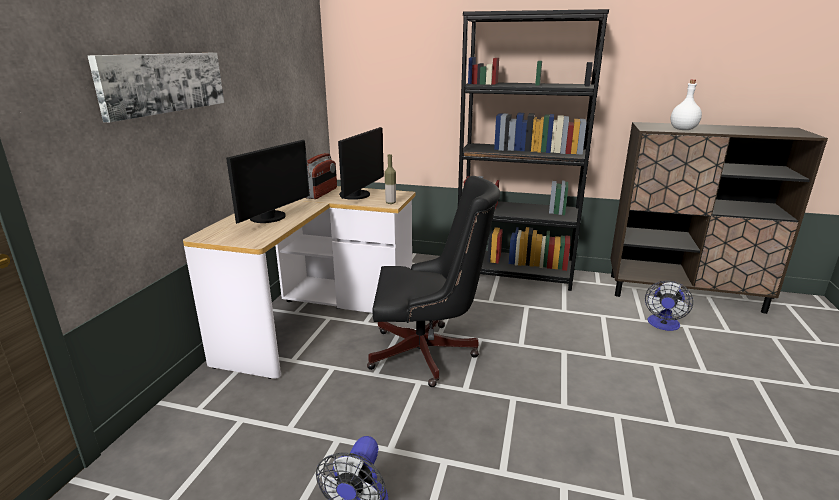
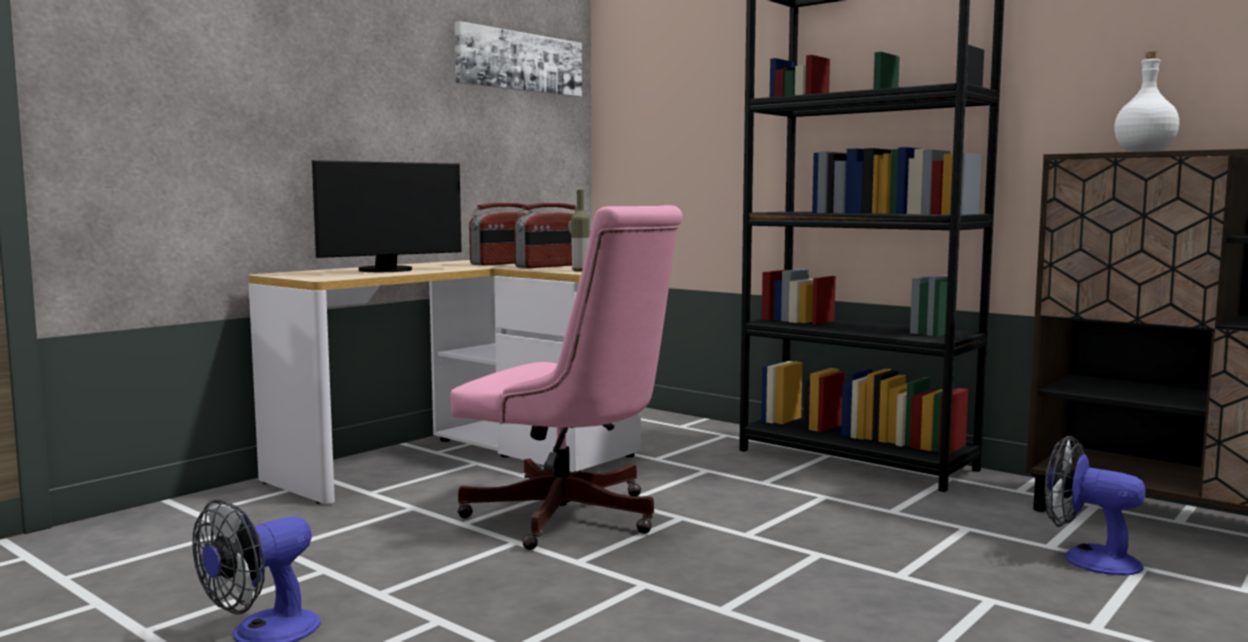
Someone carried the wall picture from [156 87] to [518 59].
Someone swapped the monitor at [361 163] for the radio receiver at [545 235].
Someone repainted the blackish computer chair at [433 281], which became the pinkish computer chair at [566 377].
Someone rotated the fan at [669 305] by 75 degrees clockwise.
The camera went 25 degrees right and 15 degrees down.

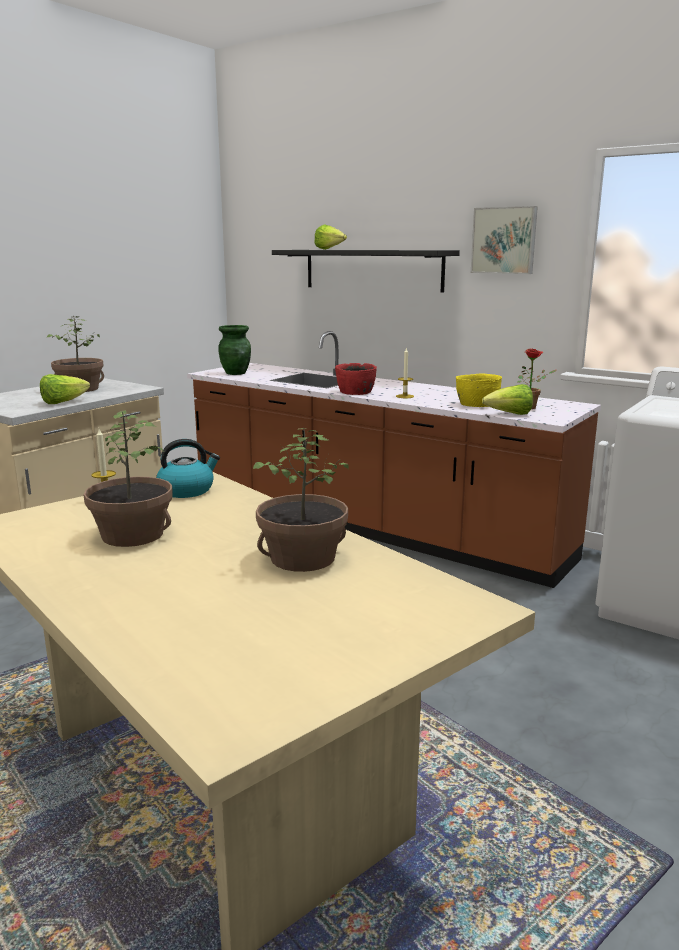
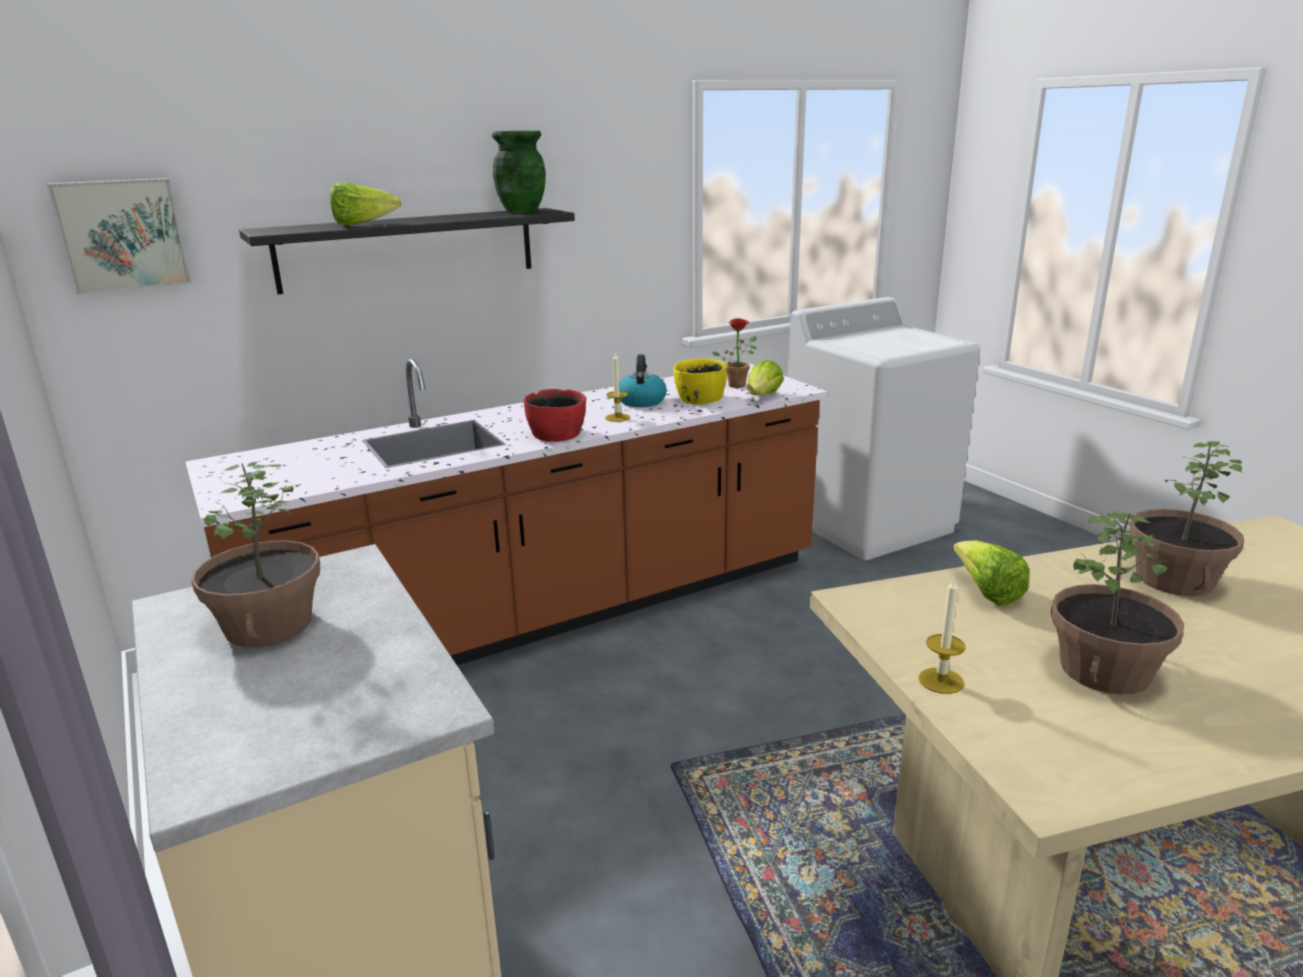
Someone carried the lettuce from [65 389] to [991 573].
Someone carried the water kettle from [188 468] to [643 380].
Someone carried the greenish flower vase from [234 350] to [519 171].
Someone carried the wall picture from [504 240] to [119 236].
The camera went 65 degrees left and 5 degrees up.

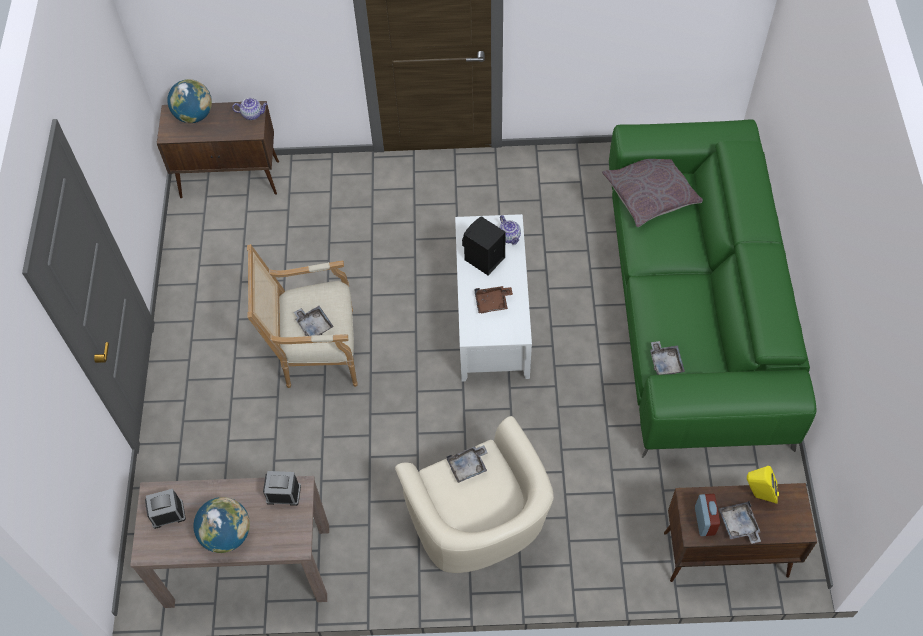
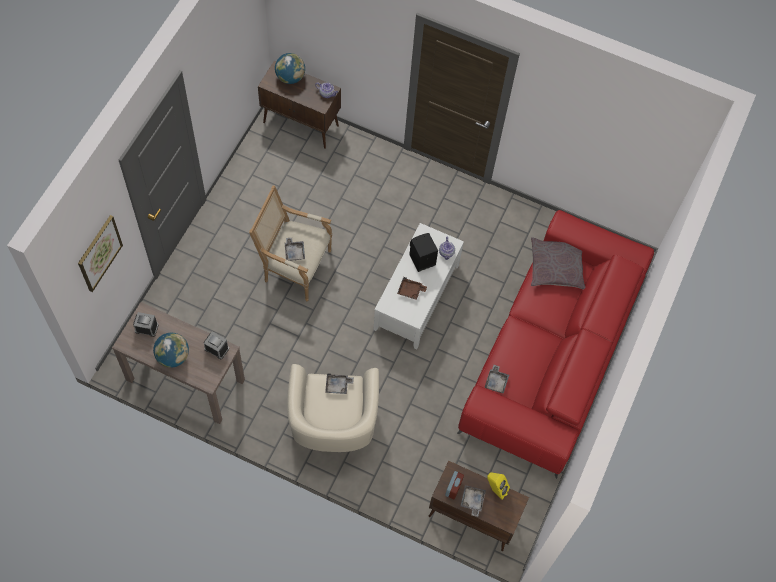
Someone repainted the greenish couch at [713 288], which became the red couch at [555 344].
Someone put up the wall picture at [100 253].
The camera went 20 degrees right and 5 degrees up.

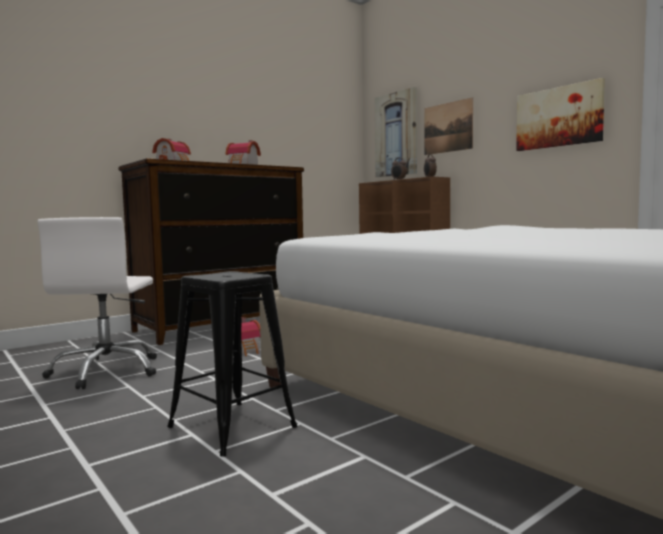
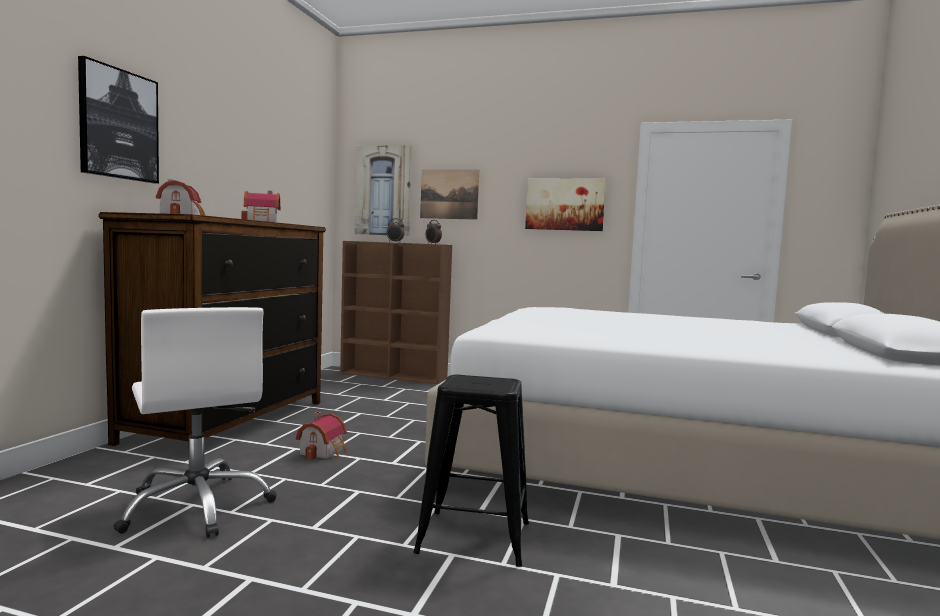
Someone put up the wall picture at [118 119].
The camera went 35 degrees left and 0 degrees up.

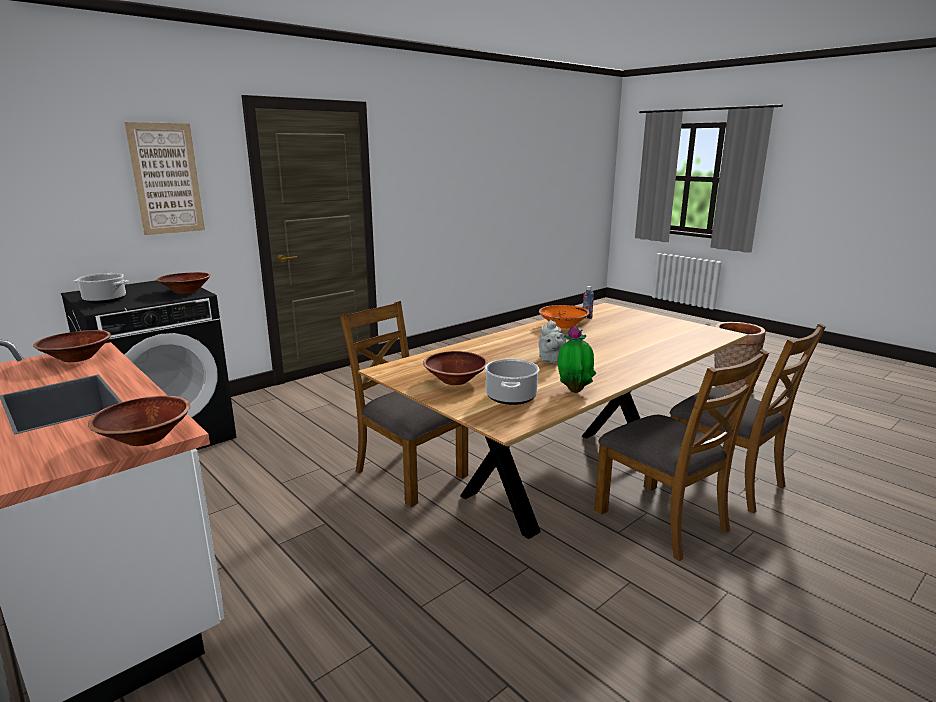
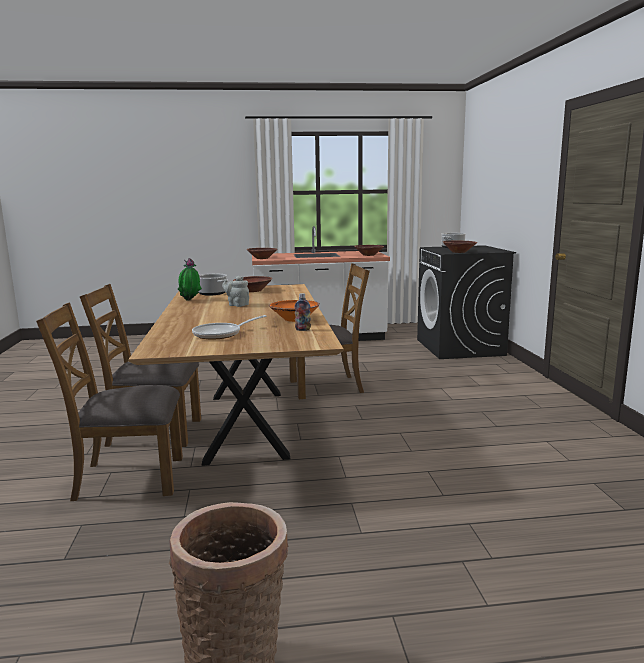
Someone took away the wall picture at [164 178].
Someone put down the skillet at [229 327].
The camera went 125 degrees right and 5 degrees down.

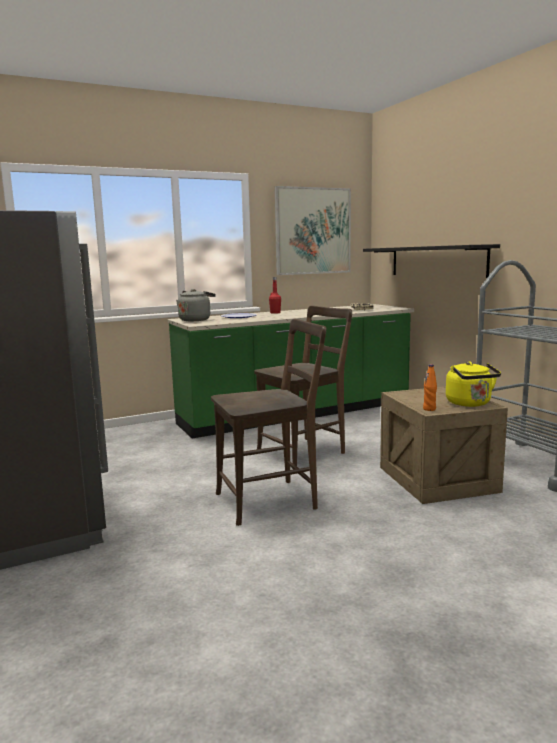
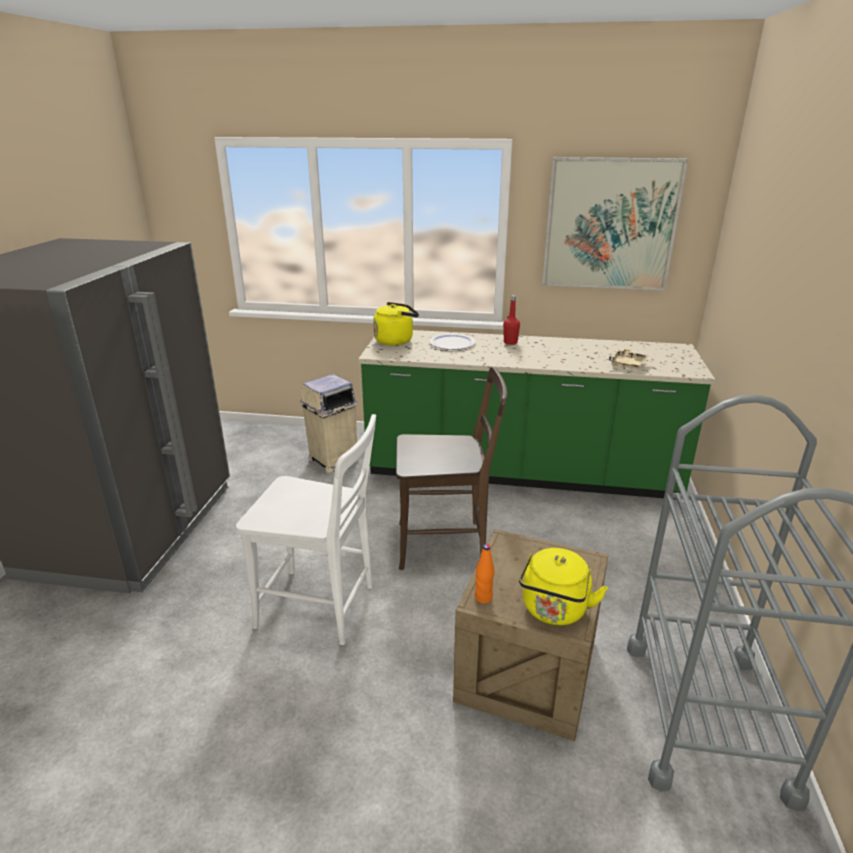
Someone repainted the grey water kettle at [196 305], which became the yellow water kettle at [396 323].
Someone repainted the brown plain chair at [268 422], which became the whitish plain chair at [306 529].
Someone took away the blackish bracket shelf at [431 261].
Someone put down the beige rubbish bin at [329 423].
The camera went 35 degrees right and 15 degrees up.

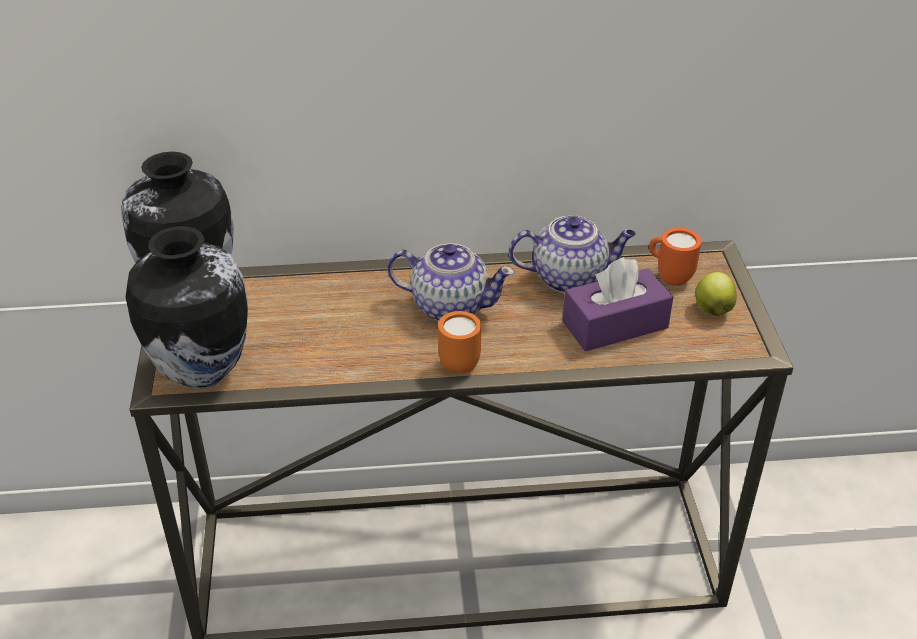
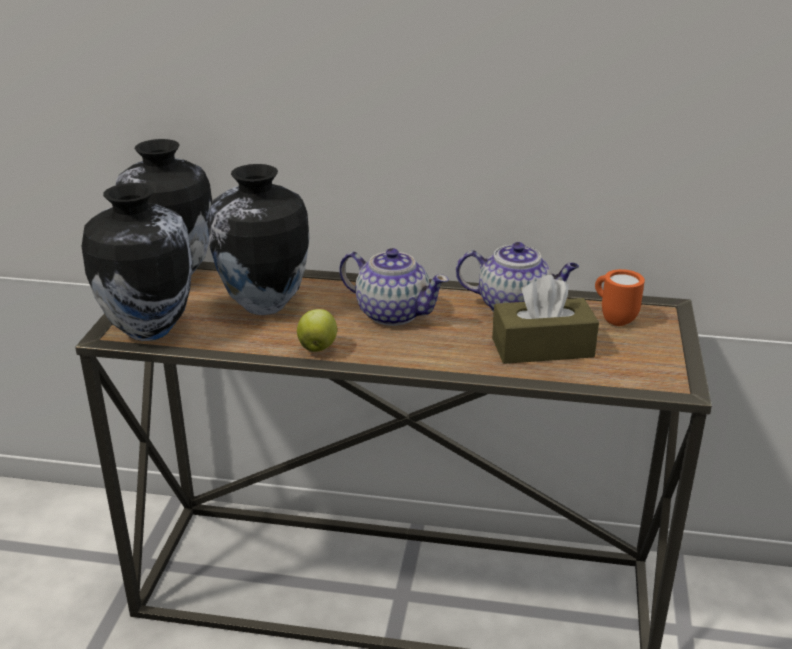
Someone took away the orangey coffee mug at [459 342].
Someone repainted the purple box of tissues at [617 304], which became the brown box of tissues at [545 319].
Someone carried the whole apple from [716 294] to [317 330].
Someone put down the flower vase at [258 239].
The camera went 15 degrees right and 10 degrees down.

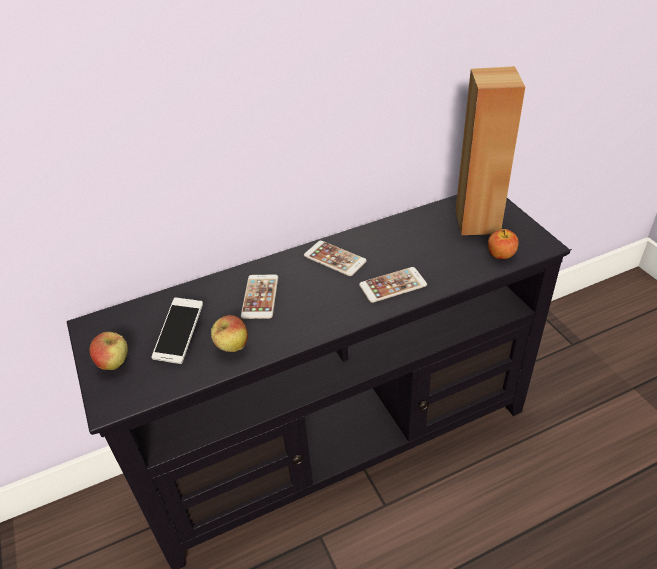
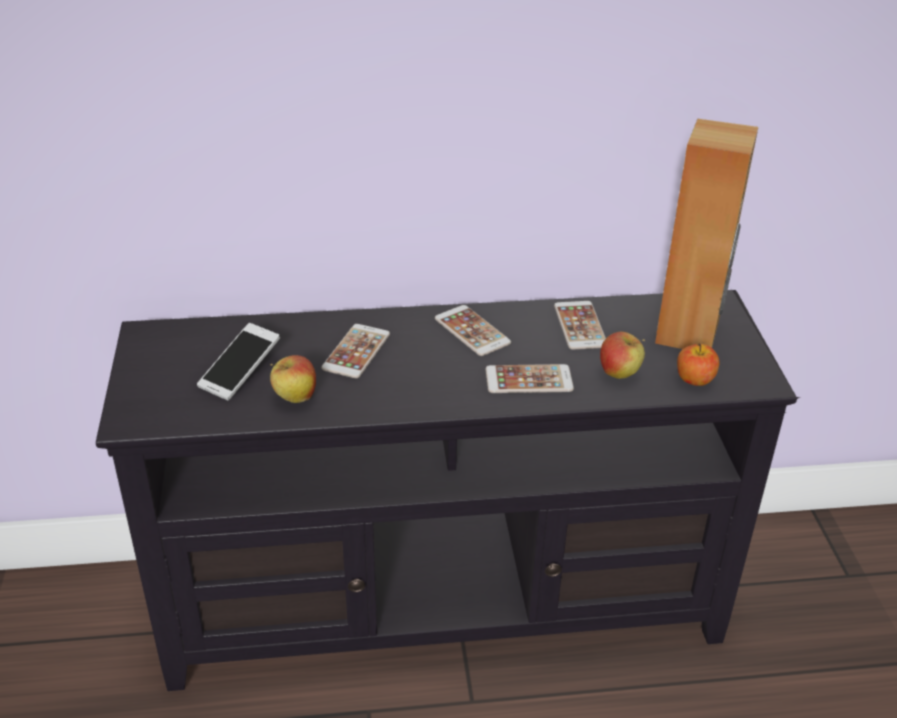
Someone carried the whole apple from [109 351] to [622 355].
Someone put down the handset at [580 325].
The camera went 15 degrees right and 5 degrees down.

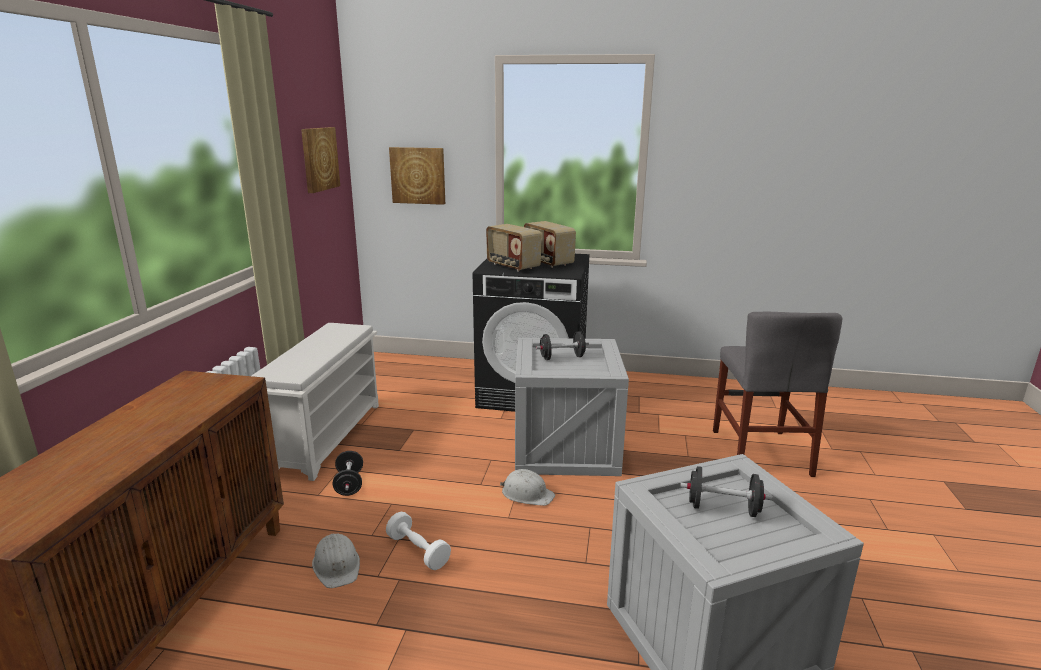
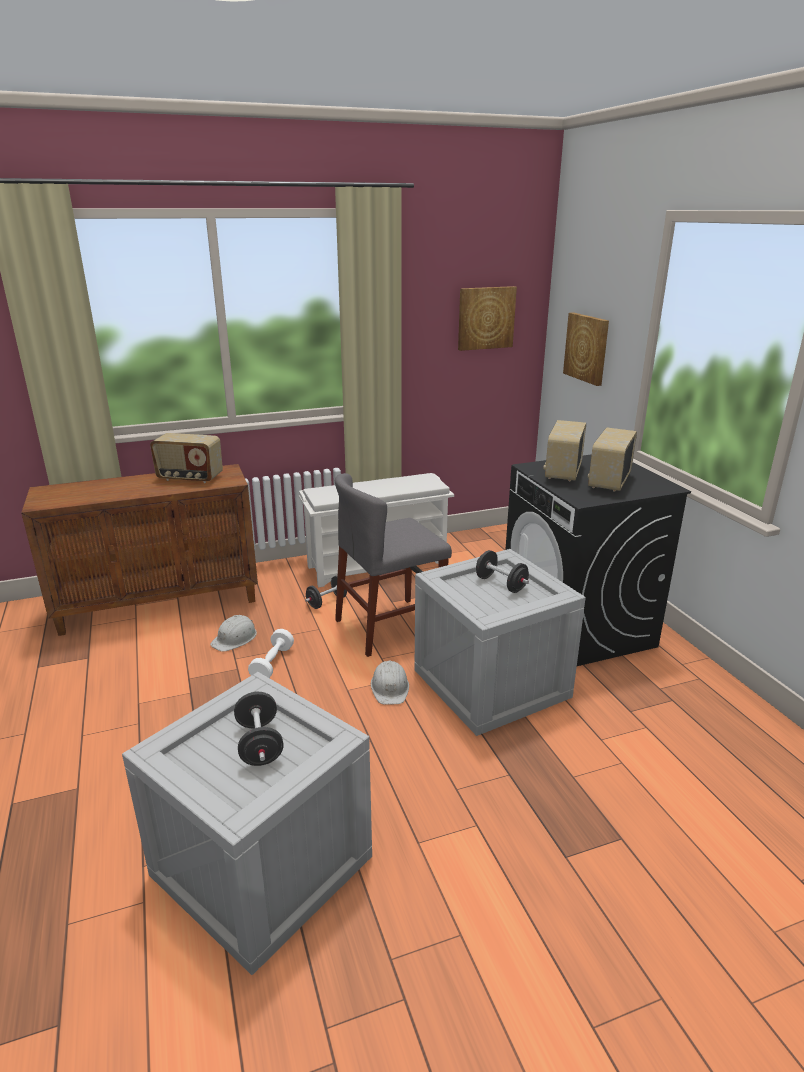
Someone carried the grey plain chair from [777 394] to [393 565].
Someone put down the radio receiver at [186 458].
The camera went 60 degrees right and 5 degrees up.

